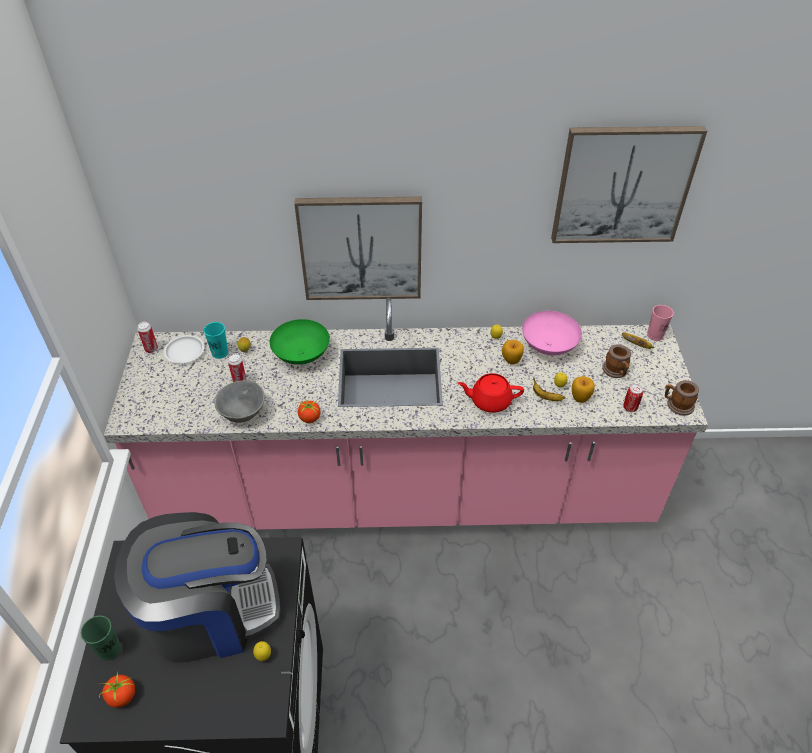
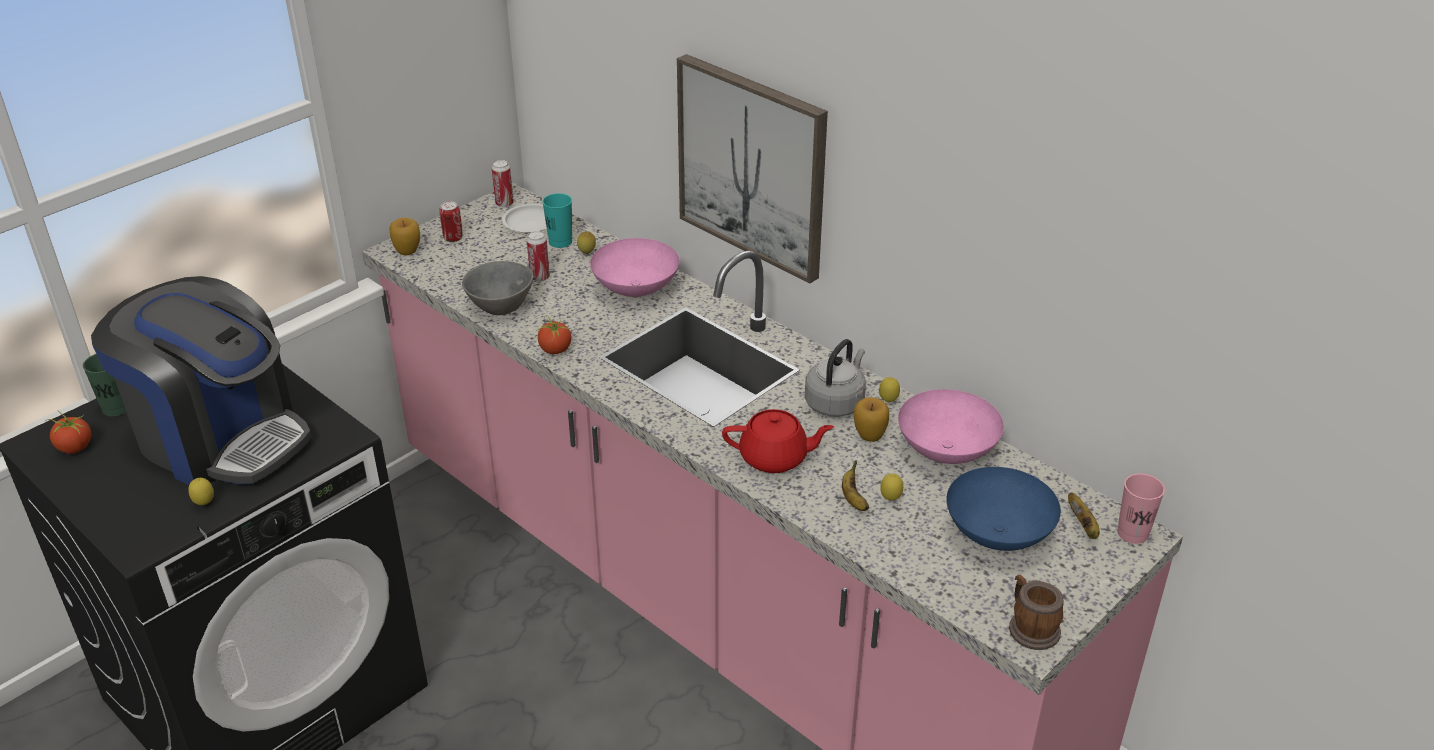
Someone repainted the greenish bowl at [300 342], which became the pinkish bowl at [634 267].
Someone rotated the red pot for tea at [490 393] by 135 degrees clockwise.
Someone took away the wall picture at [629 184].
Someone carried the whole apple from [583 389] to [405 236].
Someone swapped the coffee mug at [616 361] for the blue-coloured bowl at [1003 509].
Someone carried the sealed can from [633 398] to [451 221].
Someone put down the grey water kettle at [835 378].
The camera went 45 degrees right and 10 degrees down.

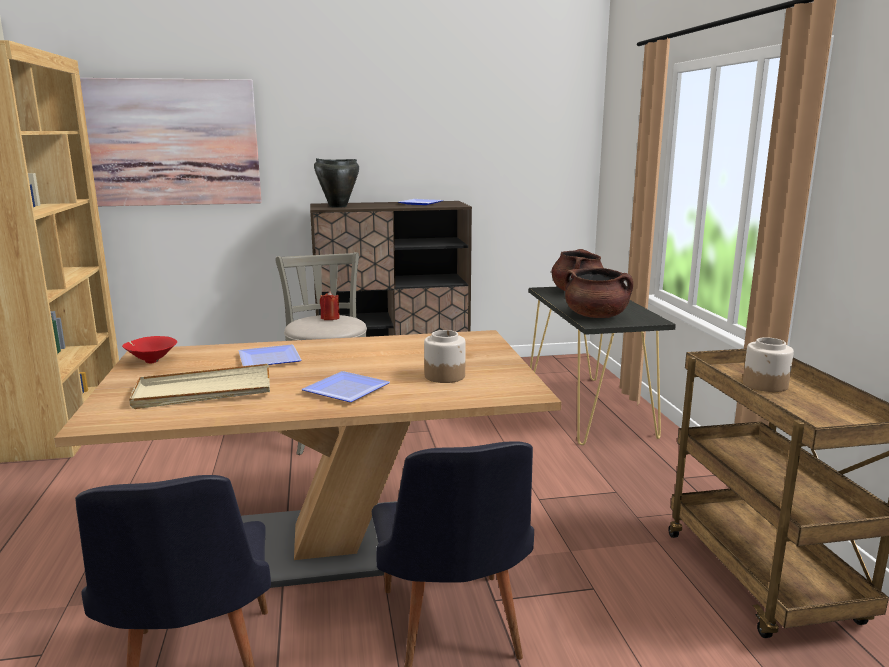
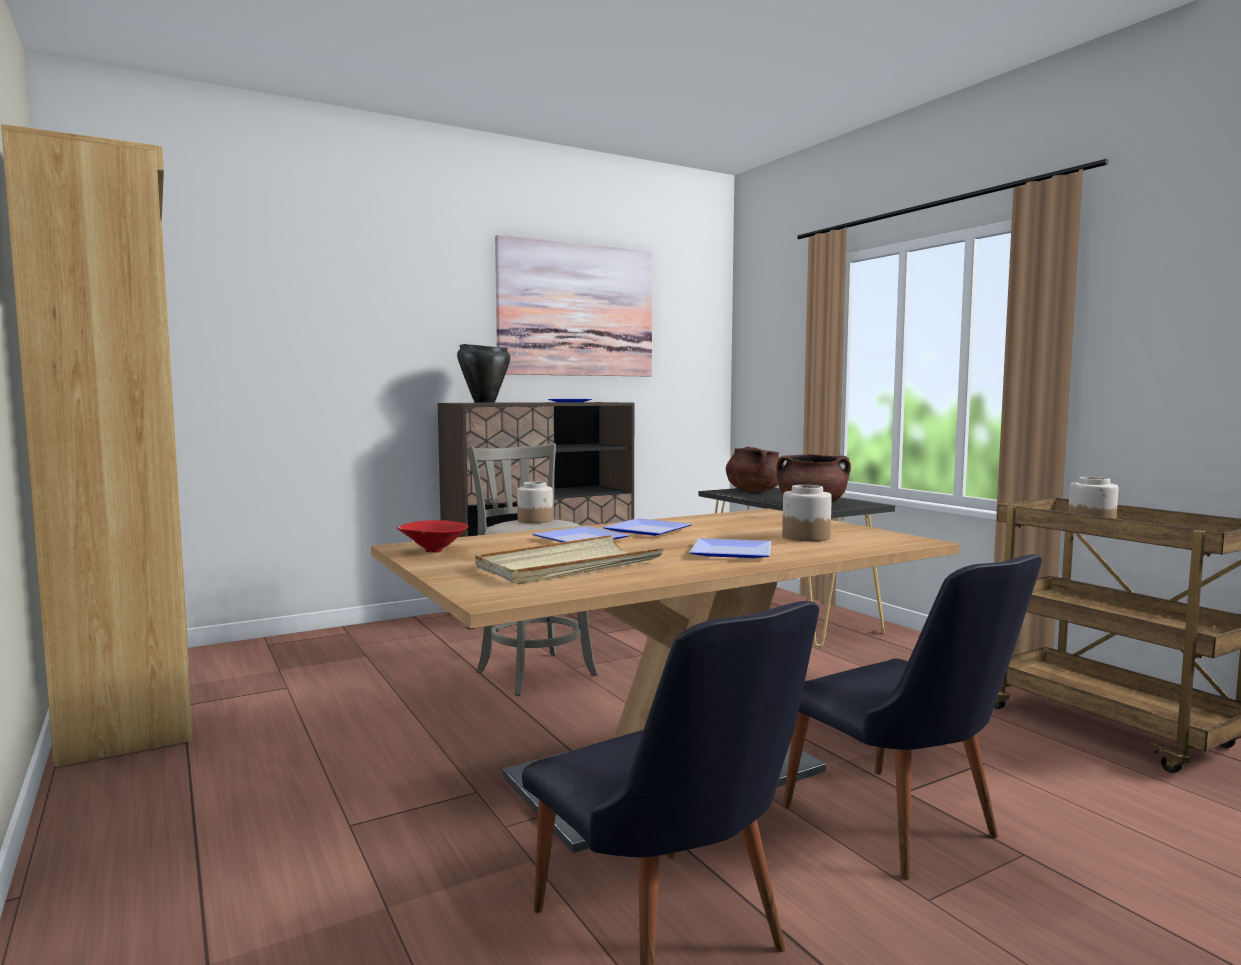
Someone carried the wall picture from [171 142] to [573 305].
Someone swapped the red wax candle at [330 305] for the preserve jar at [535 502].
Someone put down the dinner plate at [647 527].
The camera went 20 degrees left and 10 degrees down.

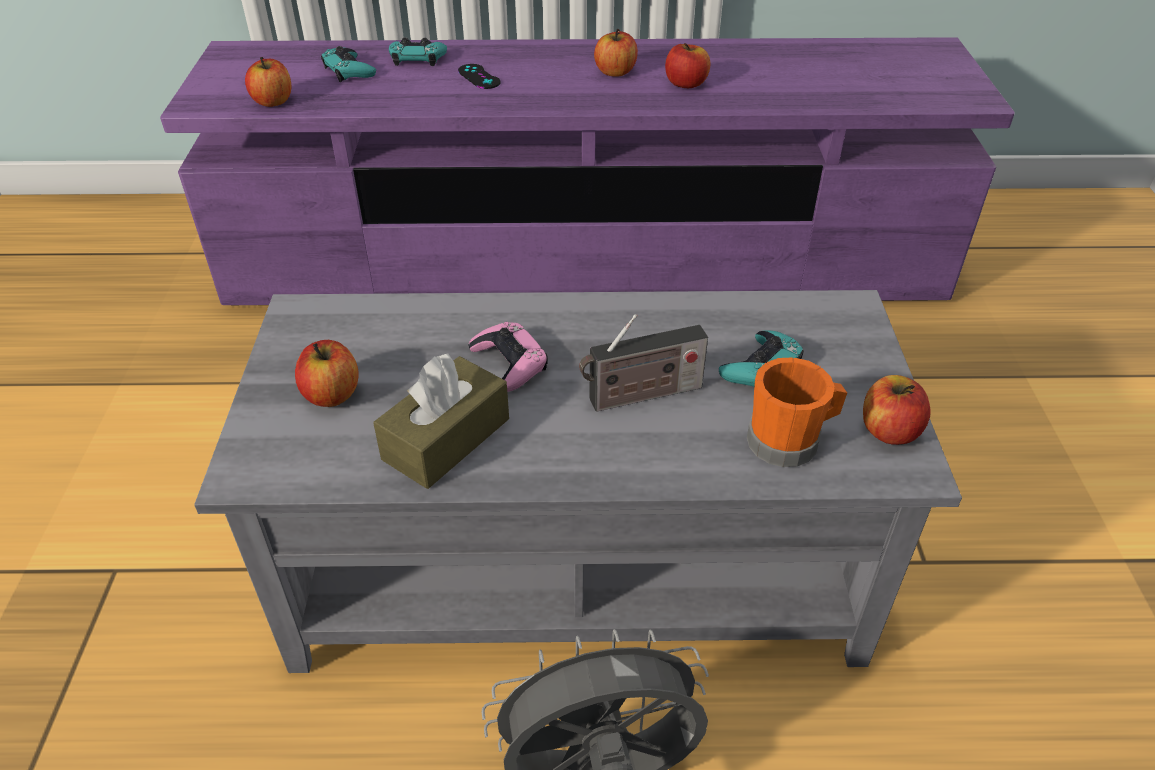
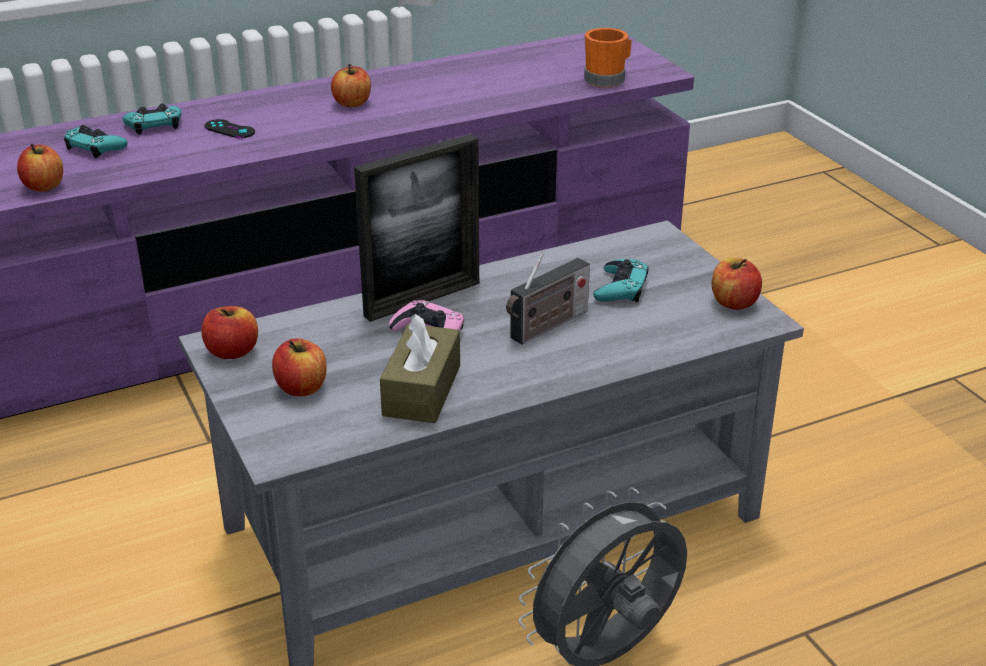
Someone carried the whole apple from [687 65] to [229 332].
Someone carried the orangey coffee mug from [797 412] to [608 57].
Someone put down the picture frame at [416 228].
The camera went 25 degrees left and 10 degrees down.

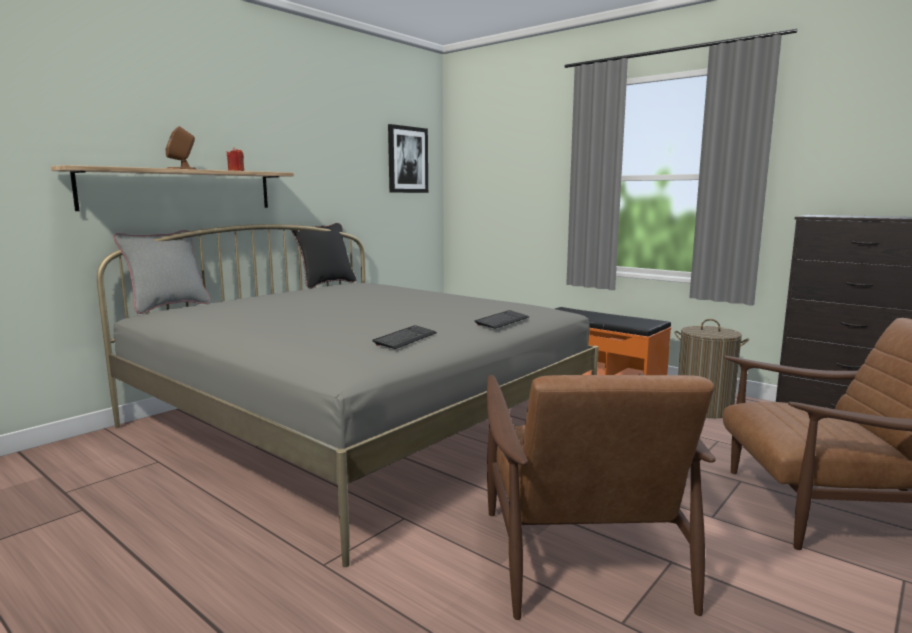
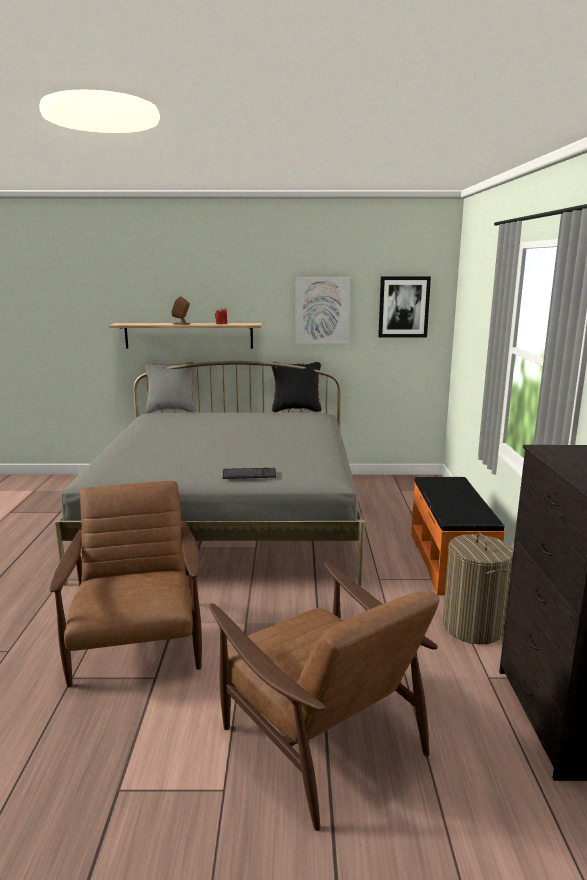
Someone took away the keyboard at [404 337].
Someone rotated the brown lounge chair at [601 496] by 120 degrees clockwise.
Someone put up the wall picture at [322 310].
The camera went 50 degrees right and 5 degrees up.

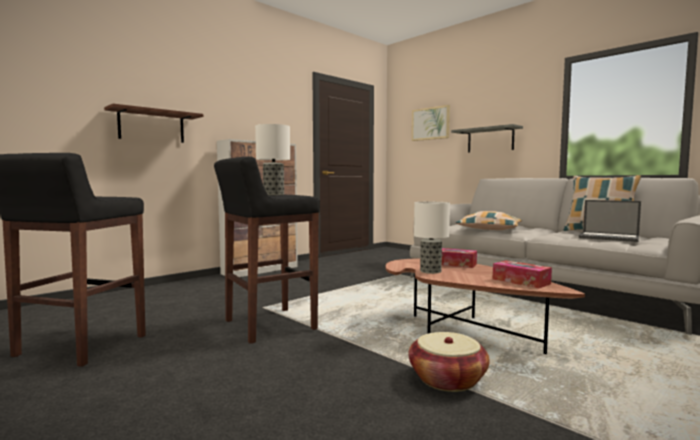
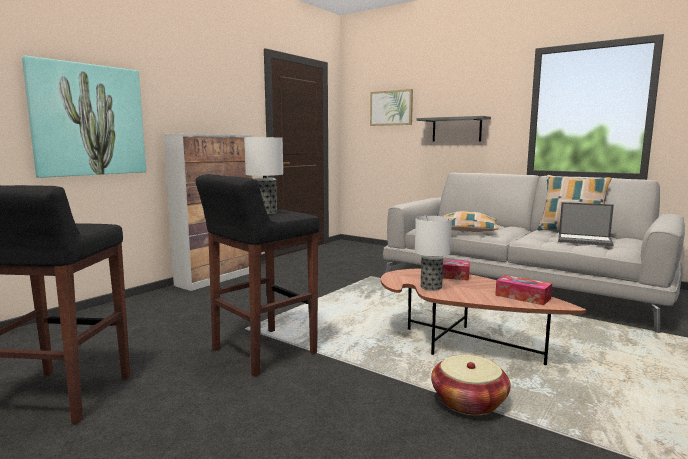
Someone swapped the brown bracket shelf at [153 123] for the wall picture at [84 117].
The camera went 10 degrees left and 5 degrees up.

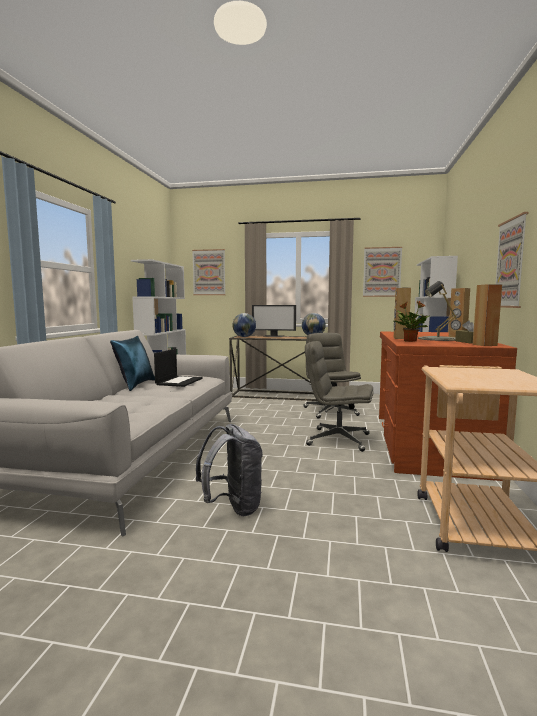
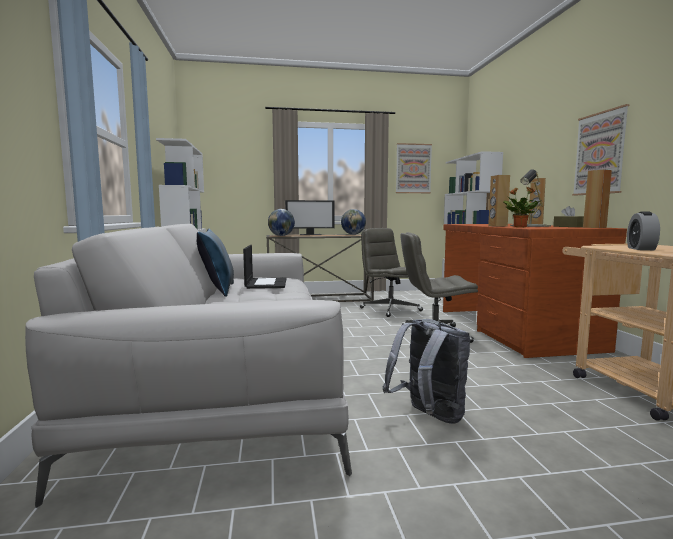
Someone took away the wall picture at [209 272].
Someone put down the alarm clock at [643 230].
The camera went 20 degrees left and 0 degrees up.

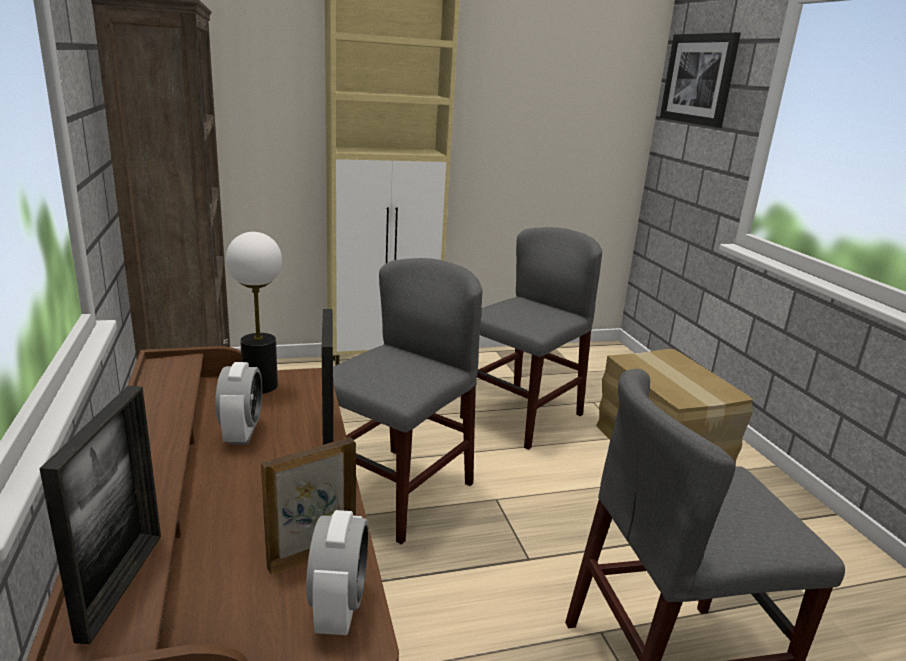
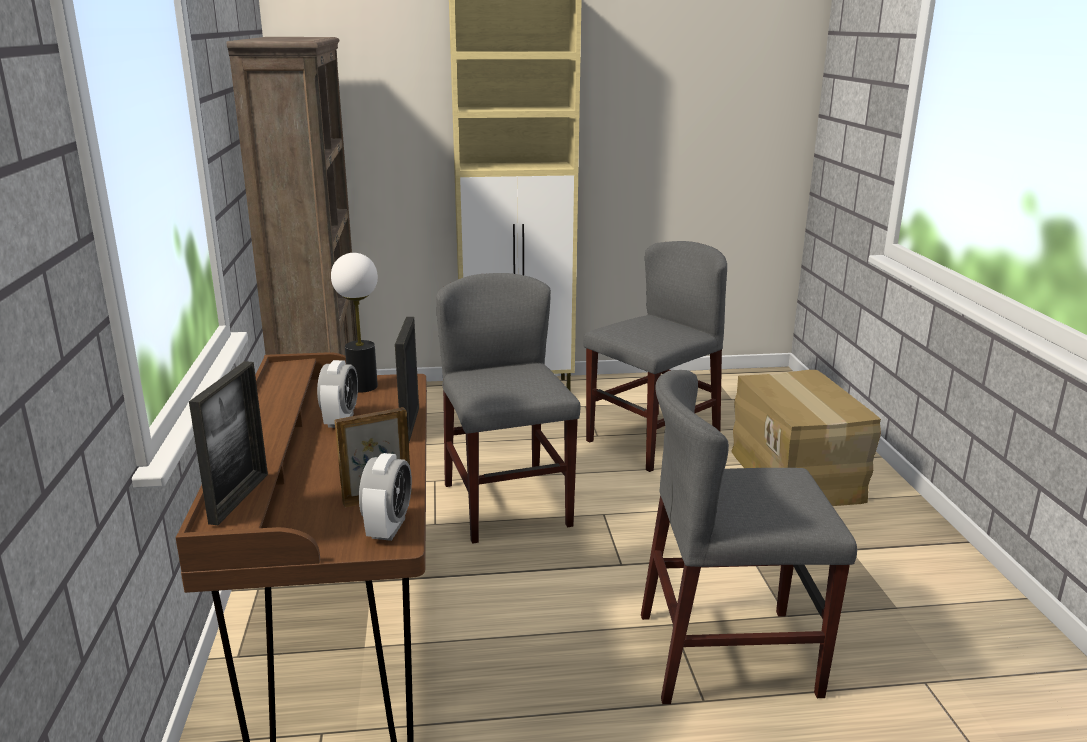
Someone rotated the grey plain chair at [407 401] by 60 degrees counterclockwise.
Someone took away the wall picture at [700 80].
The camera went 10 degrees right and 0 degrees up.

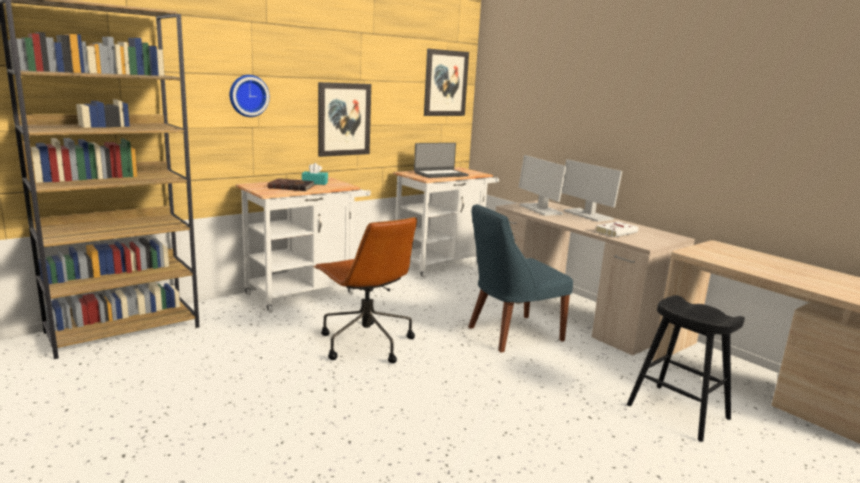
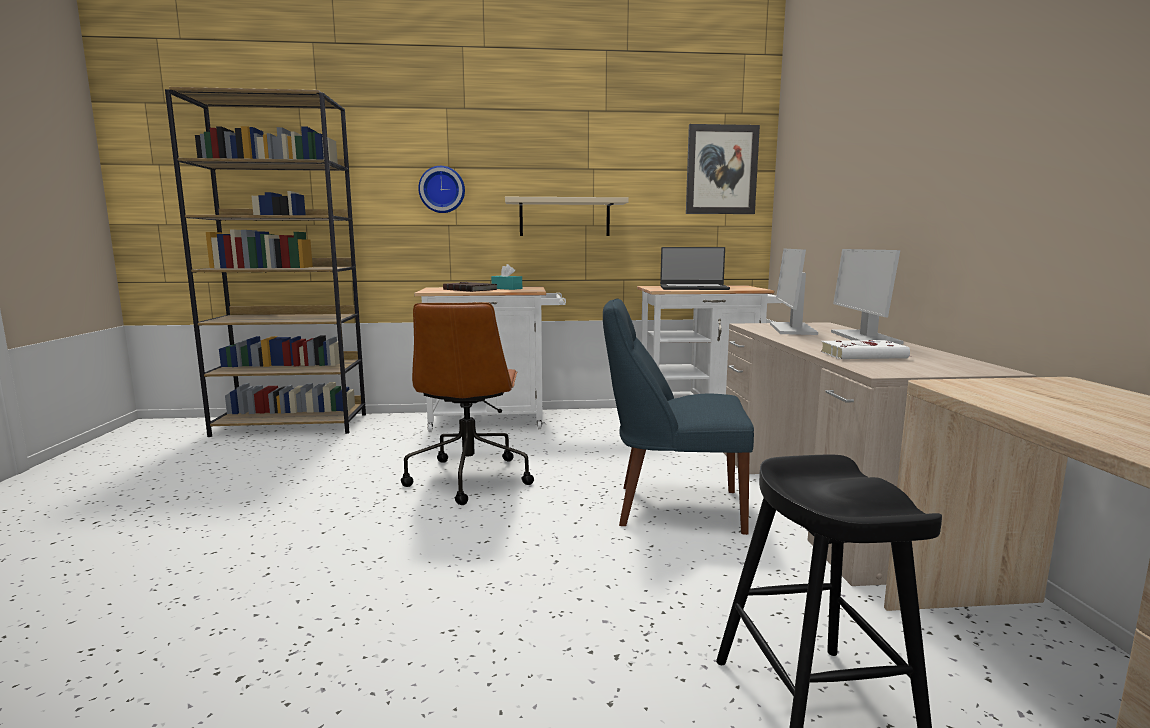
Someone swapped the wall picture at [344 119] for the beige bracket shelf at [567 216].
The camera went 35 degrees right and 5 degrees down.

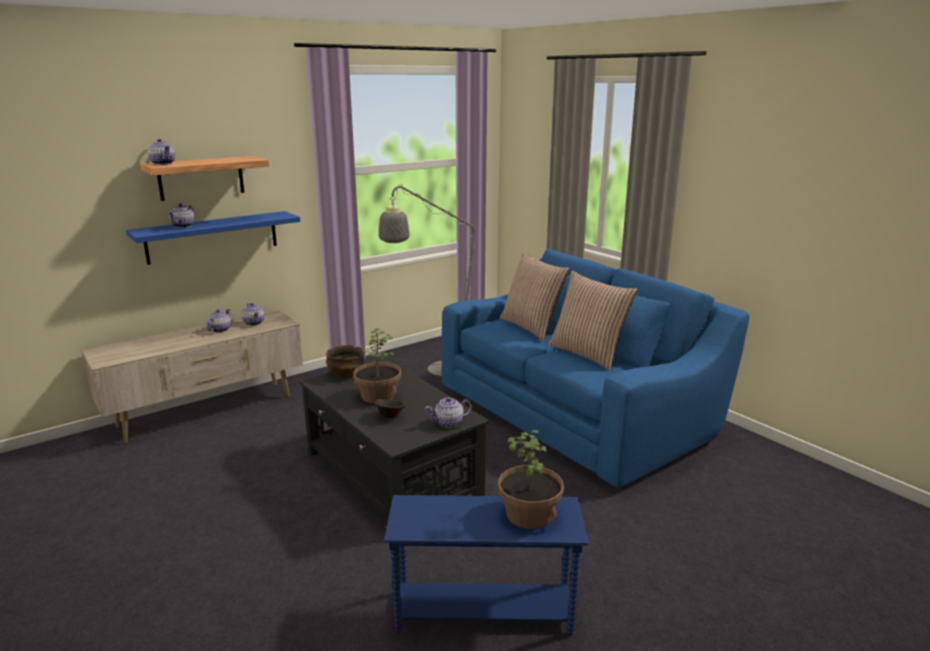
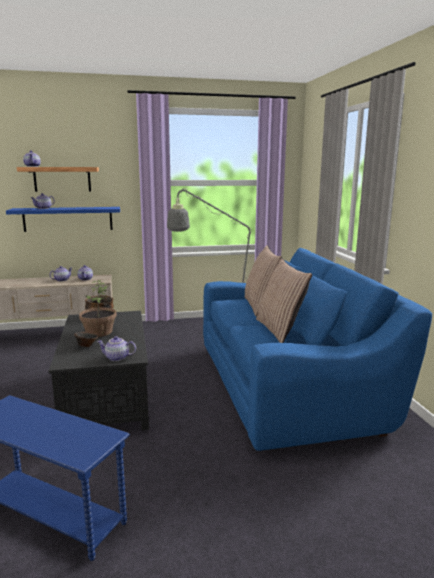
Someone took away the houseplant at [531 479].
The camera went 25 degrees right and 5 degrees down.

